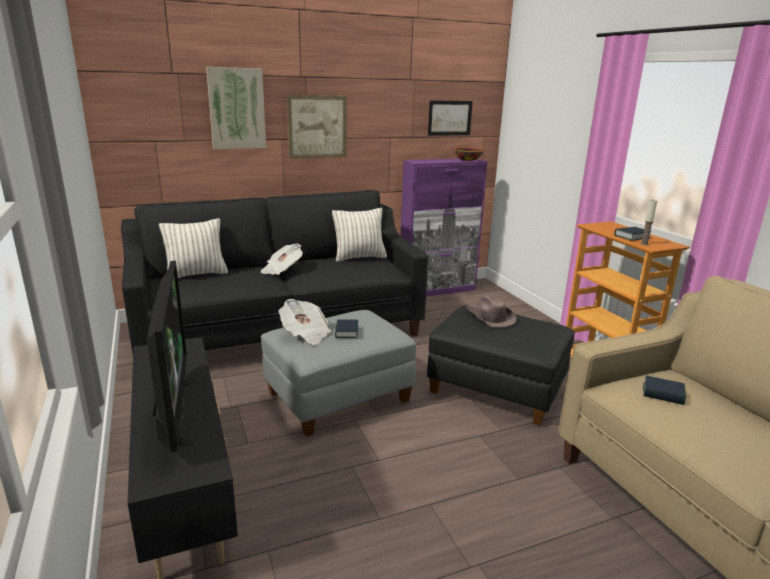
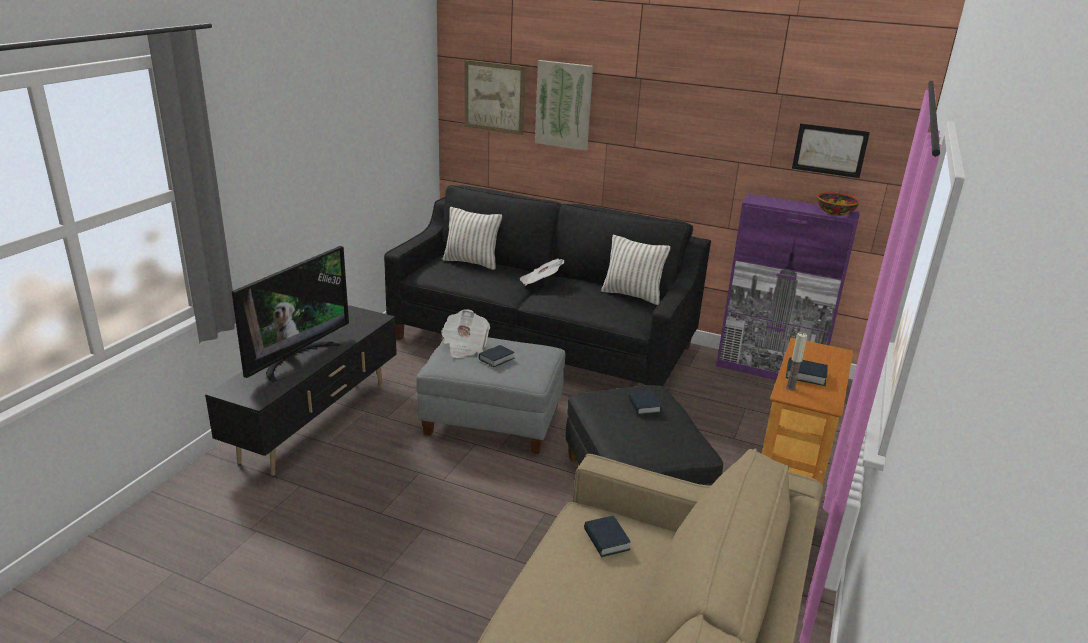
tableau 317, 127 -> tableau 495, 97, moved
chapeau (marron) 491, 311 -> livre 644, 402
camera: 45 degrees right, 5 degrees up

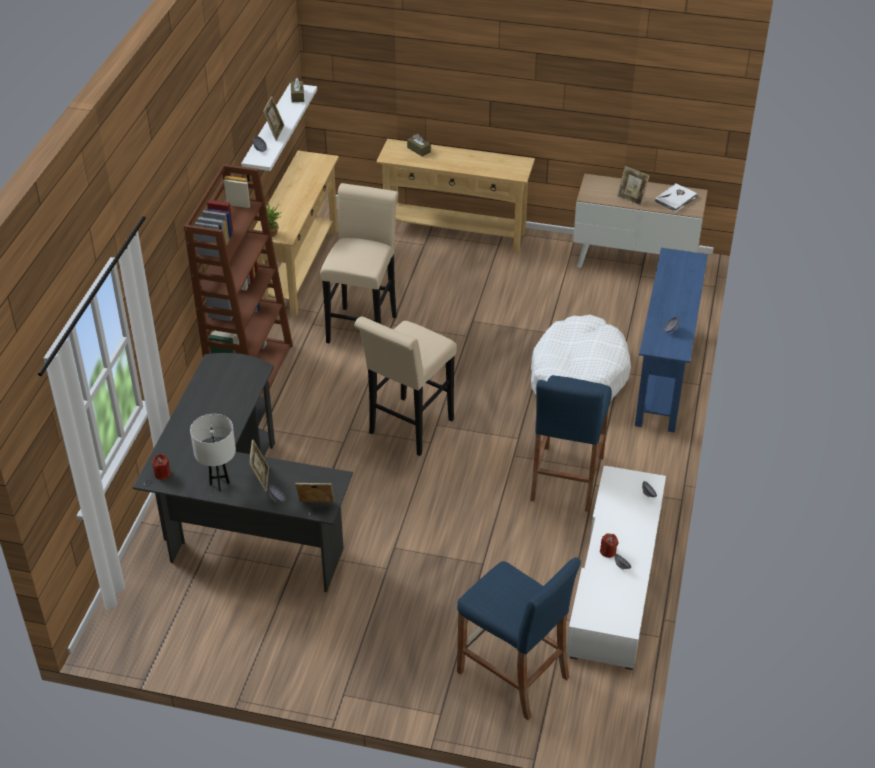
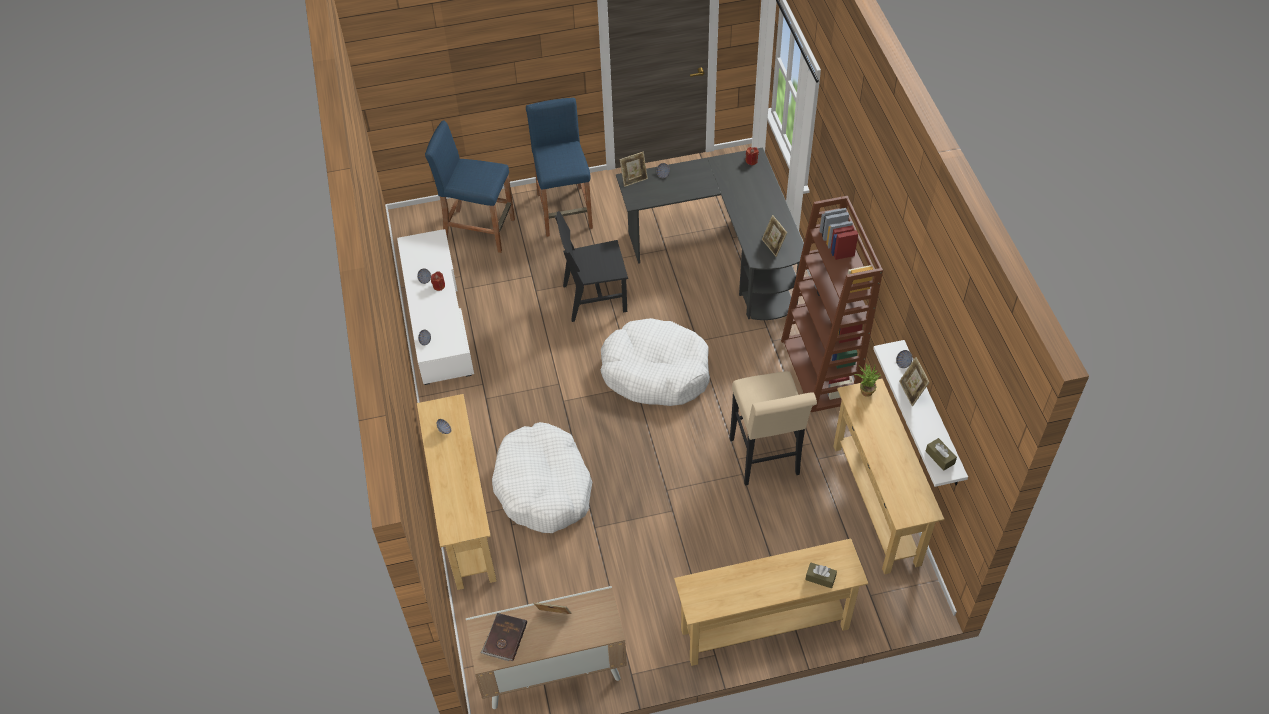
livre (blanc) 676, 198 -> livre (marron) 504, 637
table console (bleu) 671, 340 -> table console (beige) 457, 492
tabouret (beige) 405, 386 -> panier pour chien (blanc) 655, 362
tabouret (bleu) 571, 443 -> tabouret (bleu) 559, 167, moved
lampe de table (blanc) 213, 452 -> none
cadre photo 259, 465 -> cadre photo 774, 236, moved
none -> chaise (noir) 591, 266
camera: 155 degrees right, 10 degrees up

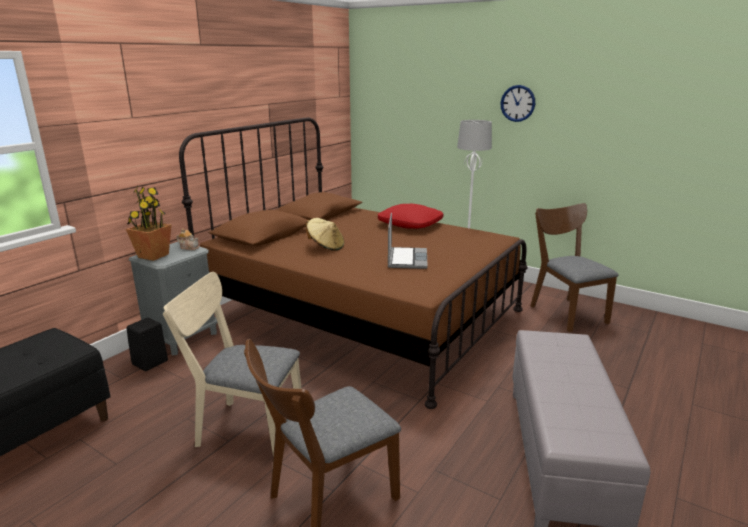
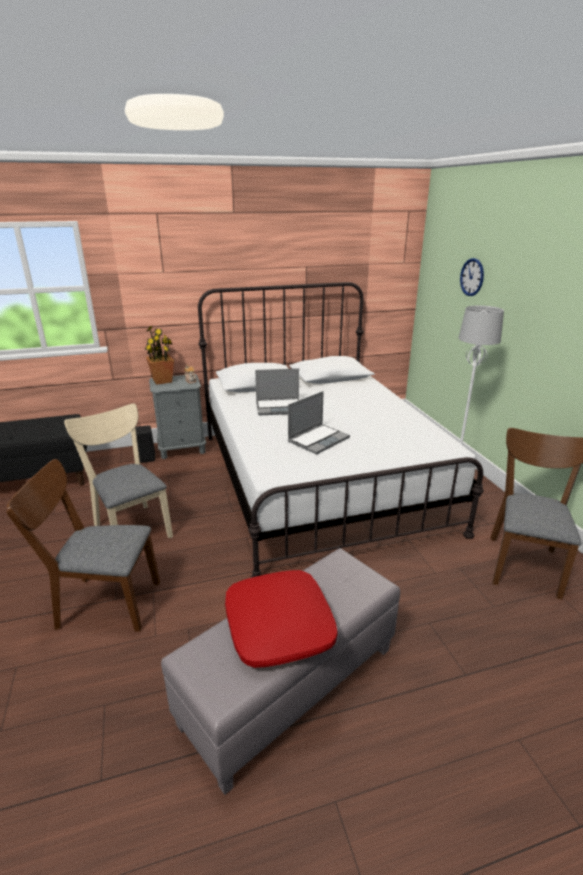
horloge murale 518, 103 -> horloge murale 472, 277, moved
lit (marron) 353, 263 -> lit (blanc) 341, 430
coussin (rouge) 410, 216 -> coussin (rouge) 281, 619, moved
chapeau (beige) 325, 234 -> ordinateur portable 277, 391
camera: 40 degrees right, 5 degrees up

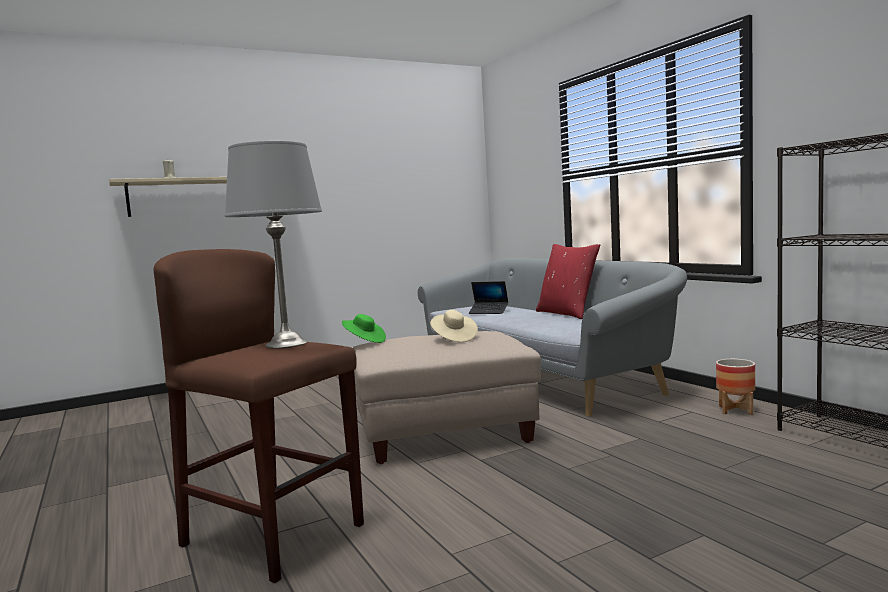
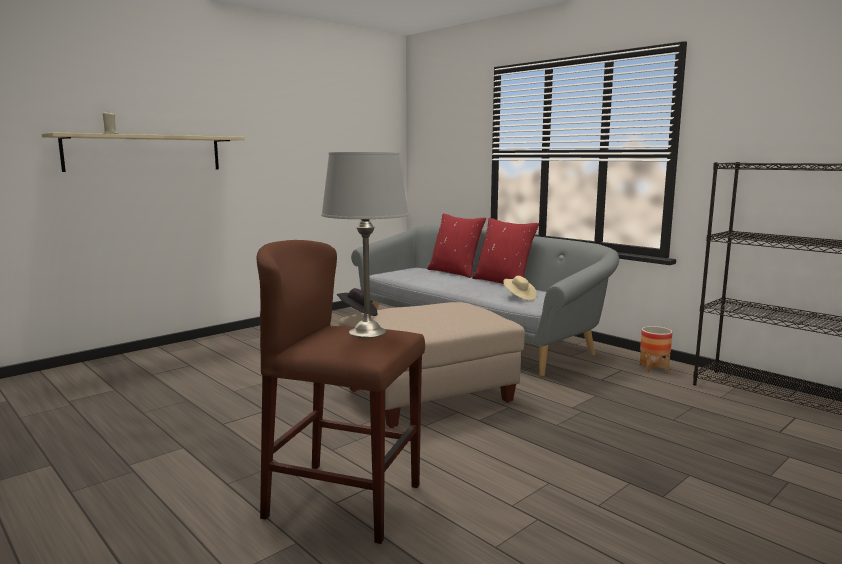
ordinateur portable 488, 297 -> none
chapeau (beige) 454, 326 -> chapeau (beige) 520, 288, moved
chapeau (vert) 364, 328 -> chapeau (noir) 357, 302
none -> coussin (rouge) 456, 245
camera: 15 degrees left, 5 degrees up

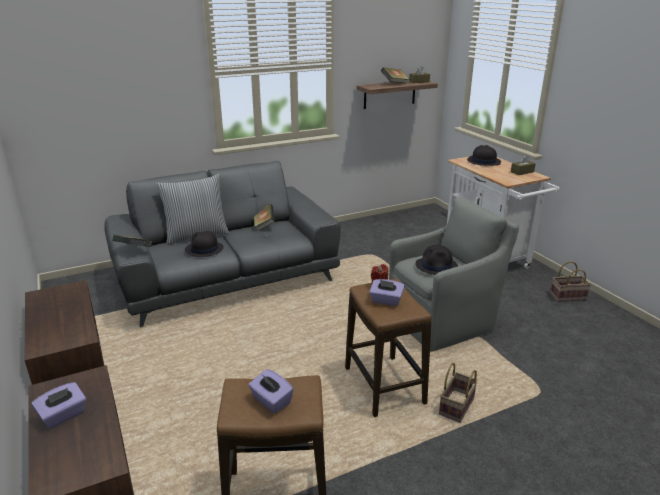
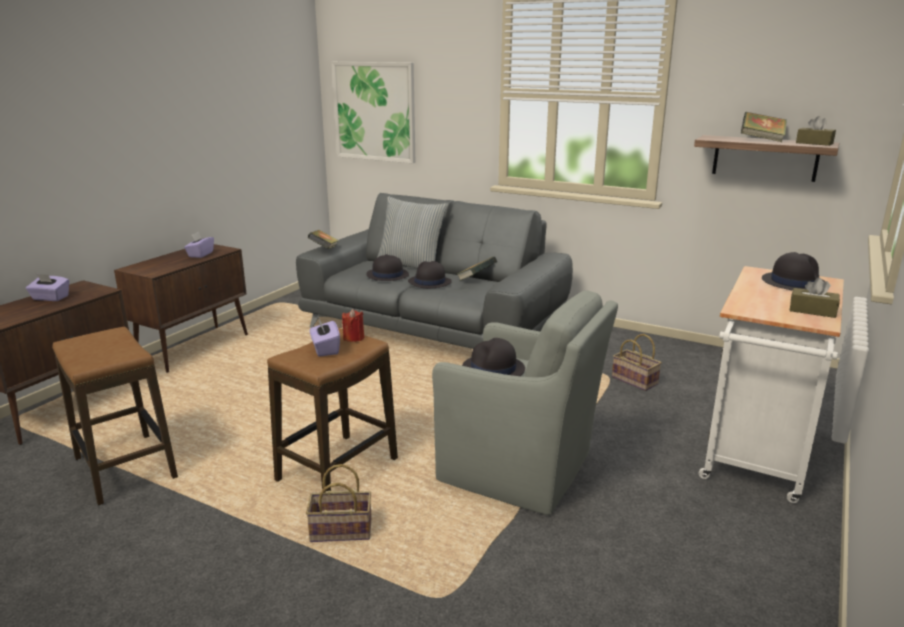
panier 570, 281 -> panier 637, 362, moved
boîte à mouchoirs (violet) 271, 391 -> boîte à mouchoirs (violet) 199, 245, moved
none -> tableau 374, 112
none -> chapeau (noir) 430, 274
camera: 55 degrees right, 5 degrees down

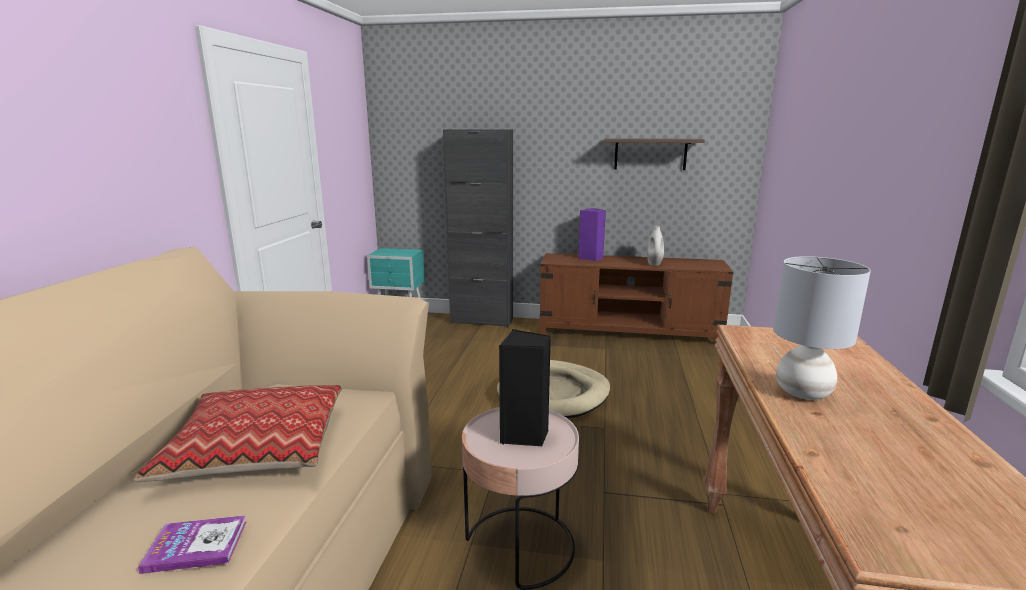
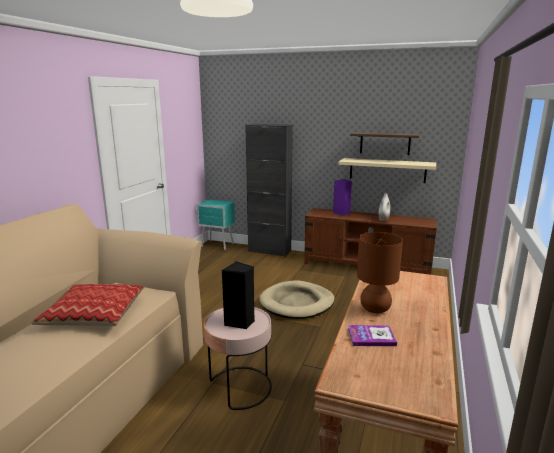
lampe de table (gris) 822, 328 -> lampe de table (marron) 380, 272
livre 192, 544 -> livre 372, 335, moved
none -> étagère (beige) 387, 170
camera: 10 degrees right, 0 degrees up

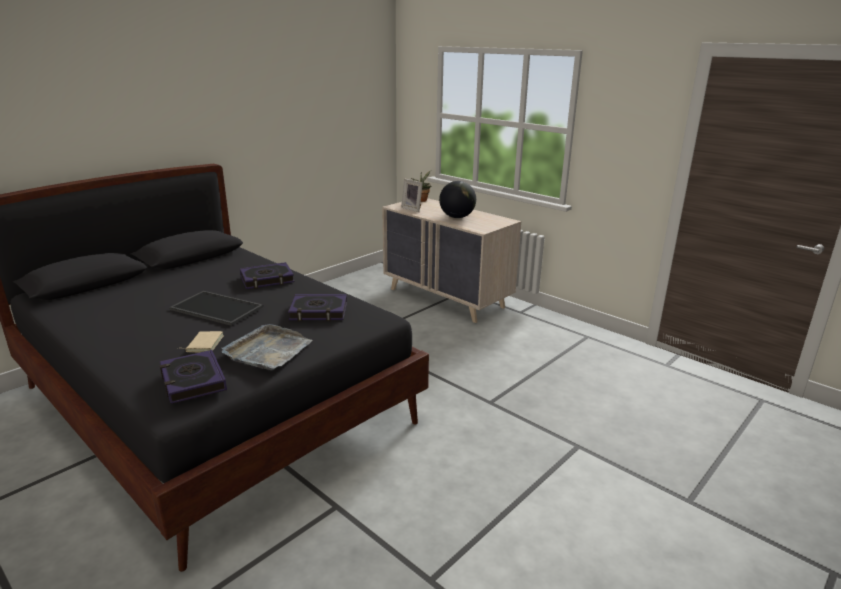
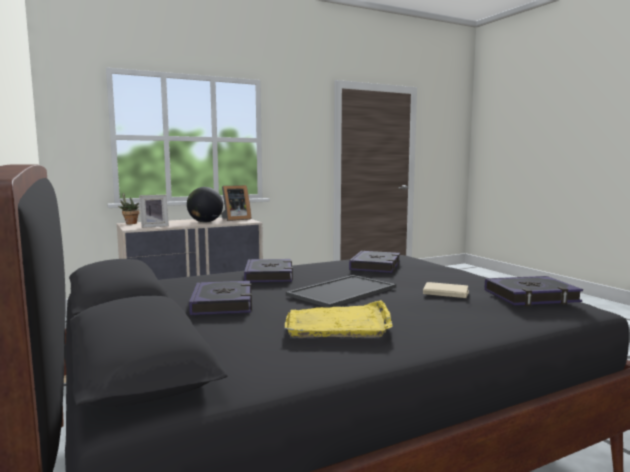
plateau (gris) 267, 347 -> none
none -> cadre photo 236, 203
none -> livre 220, 298
none -> plateau (jaune) 339, 319
camera: 70 degrees left, 15 degrees down

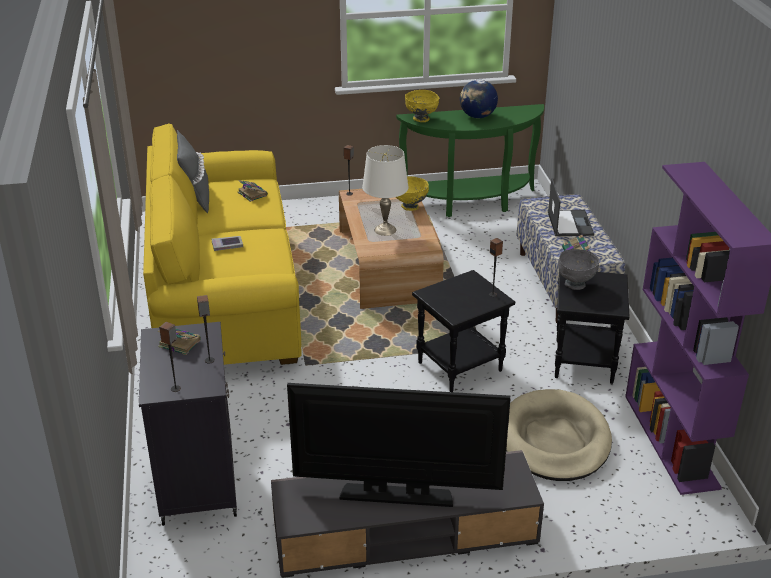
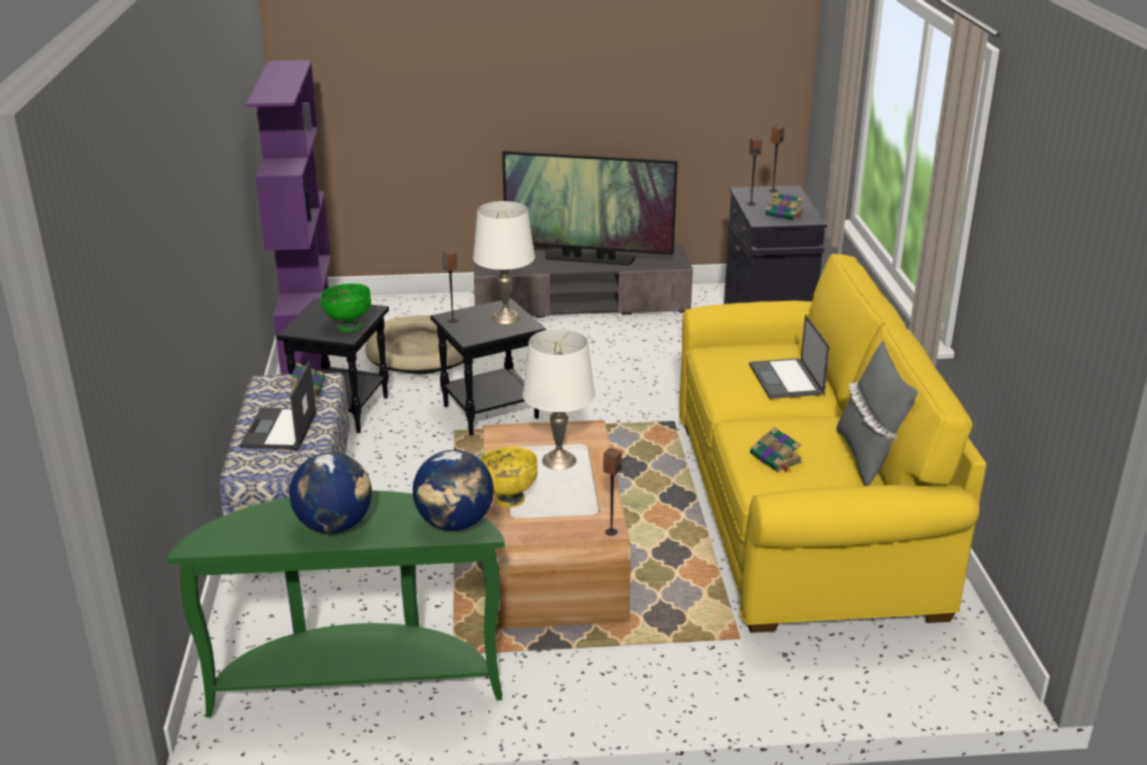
bol (jaune) 422, 106 -> globe 453, 490
livre 227, 243 -> ordinateur portable 789, 357
bol (gris) 579, 269 -> bol (vert) 345, 307
none -> lampe de table (blanc) 504, 262
camera: 175 degrees left, 5 degrees down

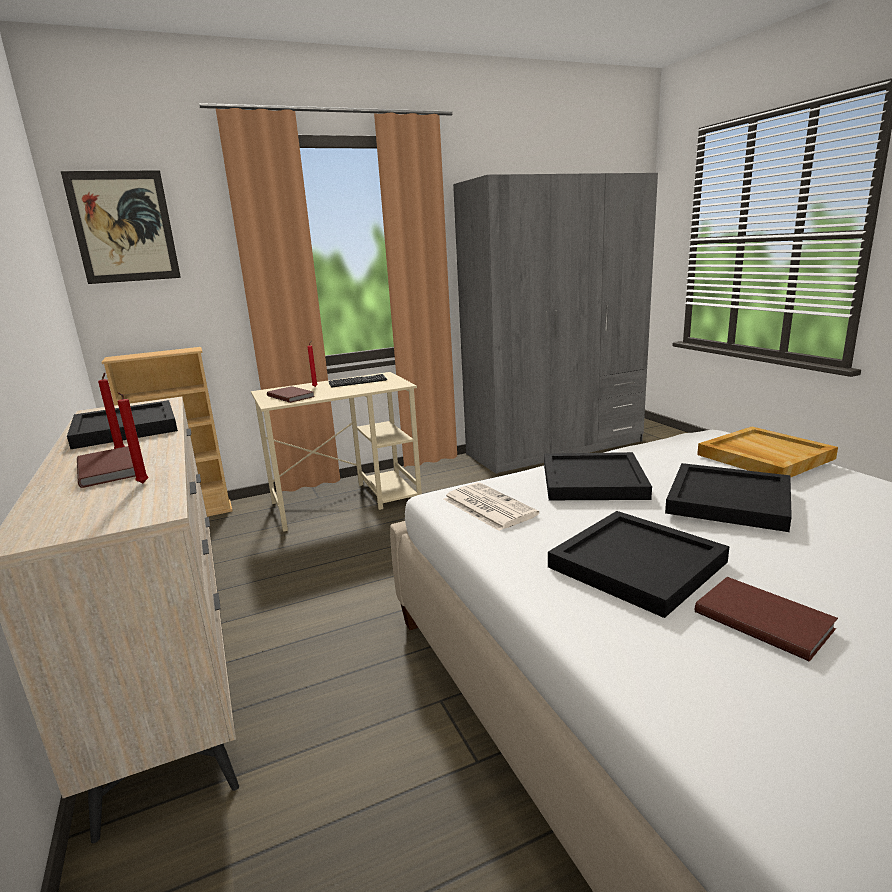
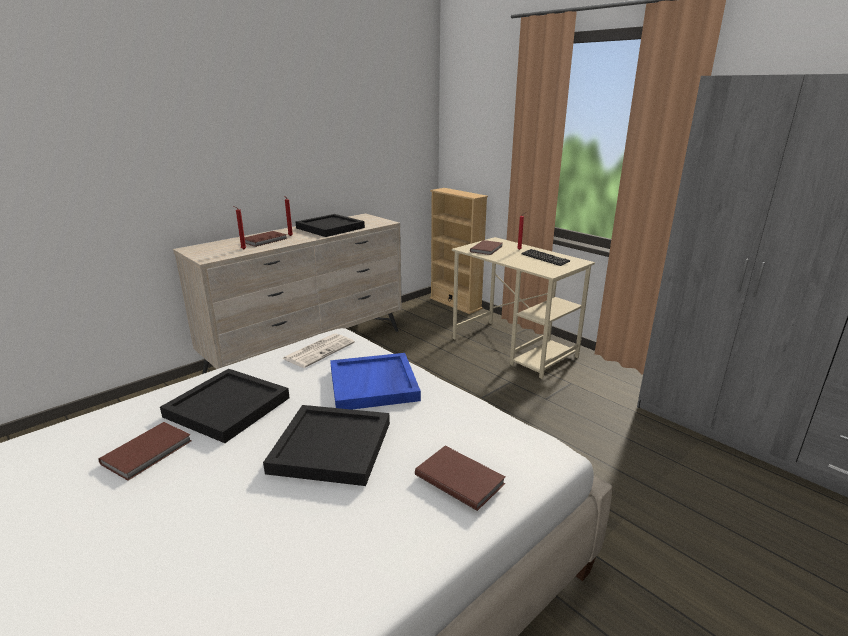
tableau 121, 227 -> none
plateau (beige) 767, 452 -> livre (marron) 460, 478
plateau (noir) 598, 476 -> plateau (bleu) 375, 381
camera: 70 degrees right, 5 degrees up

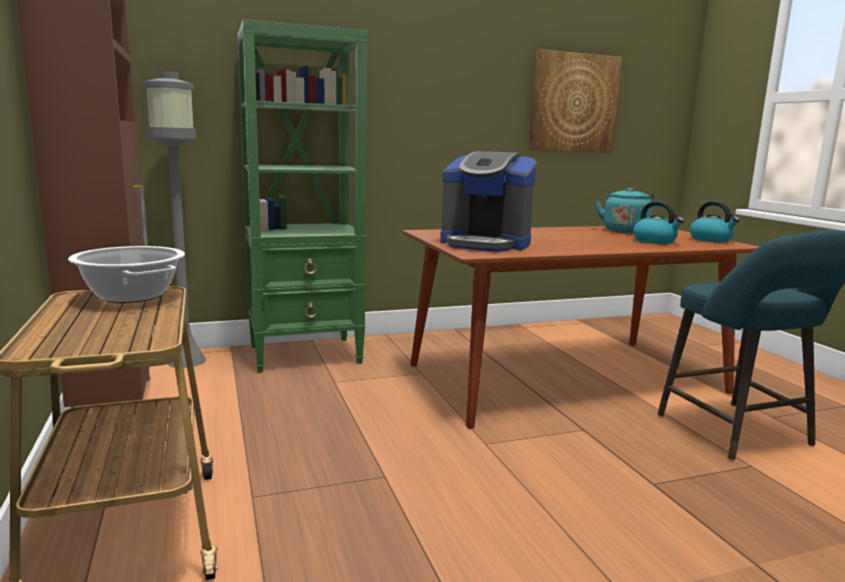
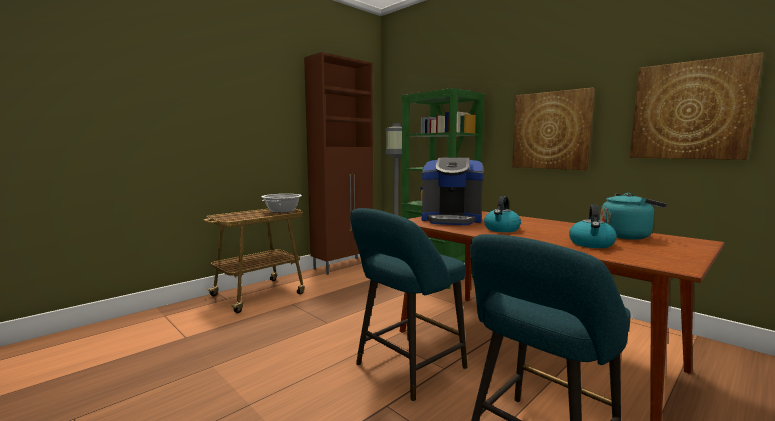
machine à café 488, 201 -> machine à café 453, 191, 75 degrees counterclockwise
bouilloire 715, 221 -> bouilloire 502, 214, moved
none -> tableau 553, 129
none -> tabouret (turquoise) 408, 305
camera: 65 degrees right, 5 degrees down

